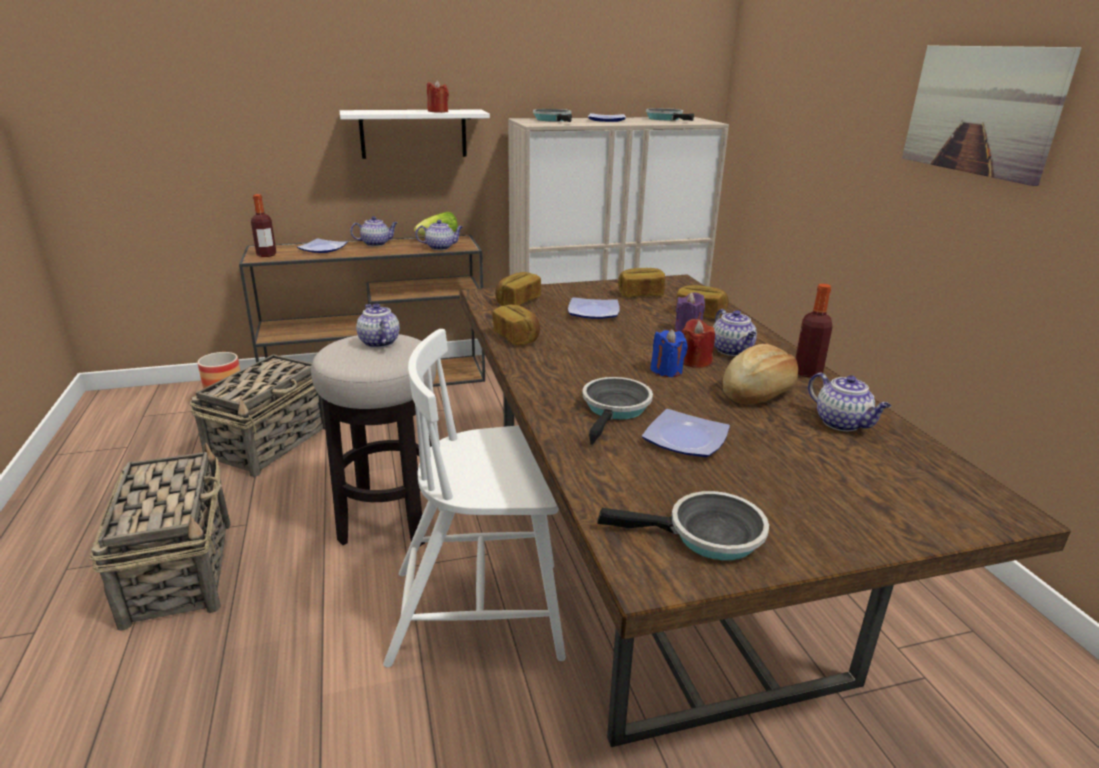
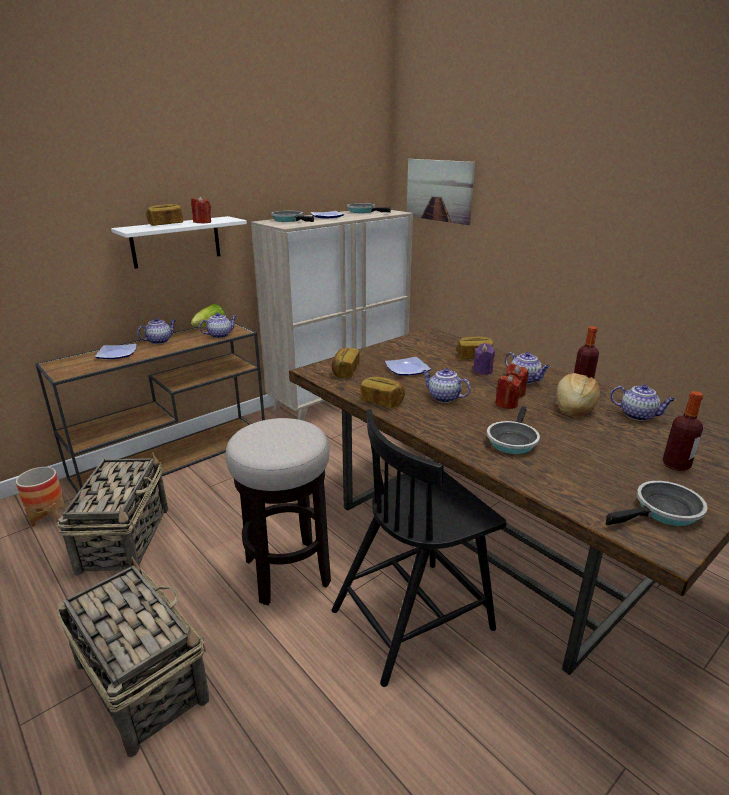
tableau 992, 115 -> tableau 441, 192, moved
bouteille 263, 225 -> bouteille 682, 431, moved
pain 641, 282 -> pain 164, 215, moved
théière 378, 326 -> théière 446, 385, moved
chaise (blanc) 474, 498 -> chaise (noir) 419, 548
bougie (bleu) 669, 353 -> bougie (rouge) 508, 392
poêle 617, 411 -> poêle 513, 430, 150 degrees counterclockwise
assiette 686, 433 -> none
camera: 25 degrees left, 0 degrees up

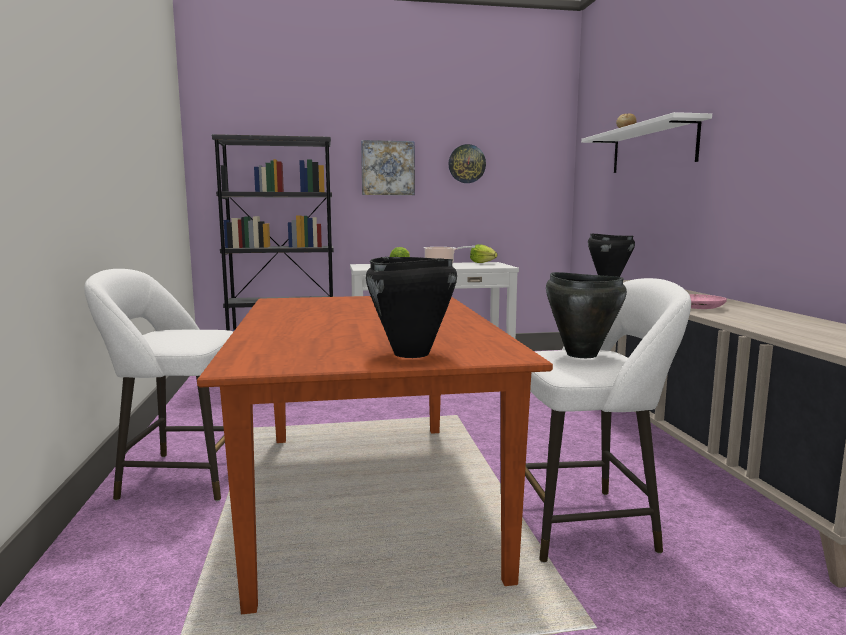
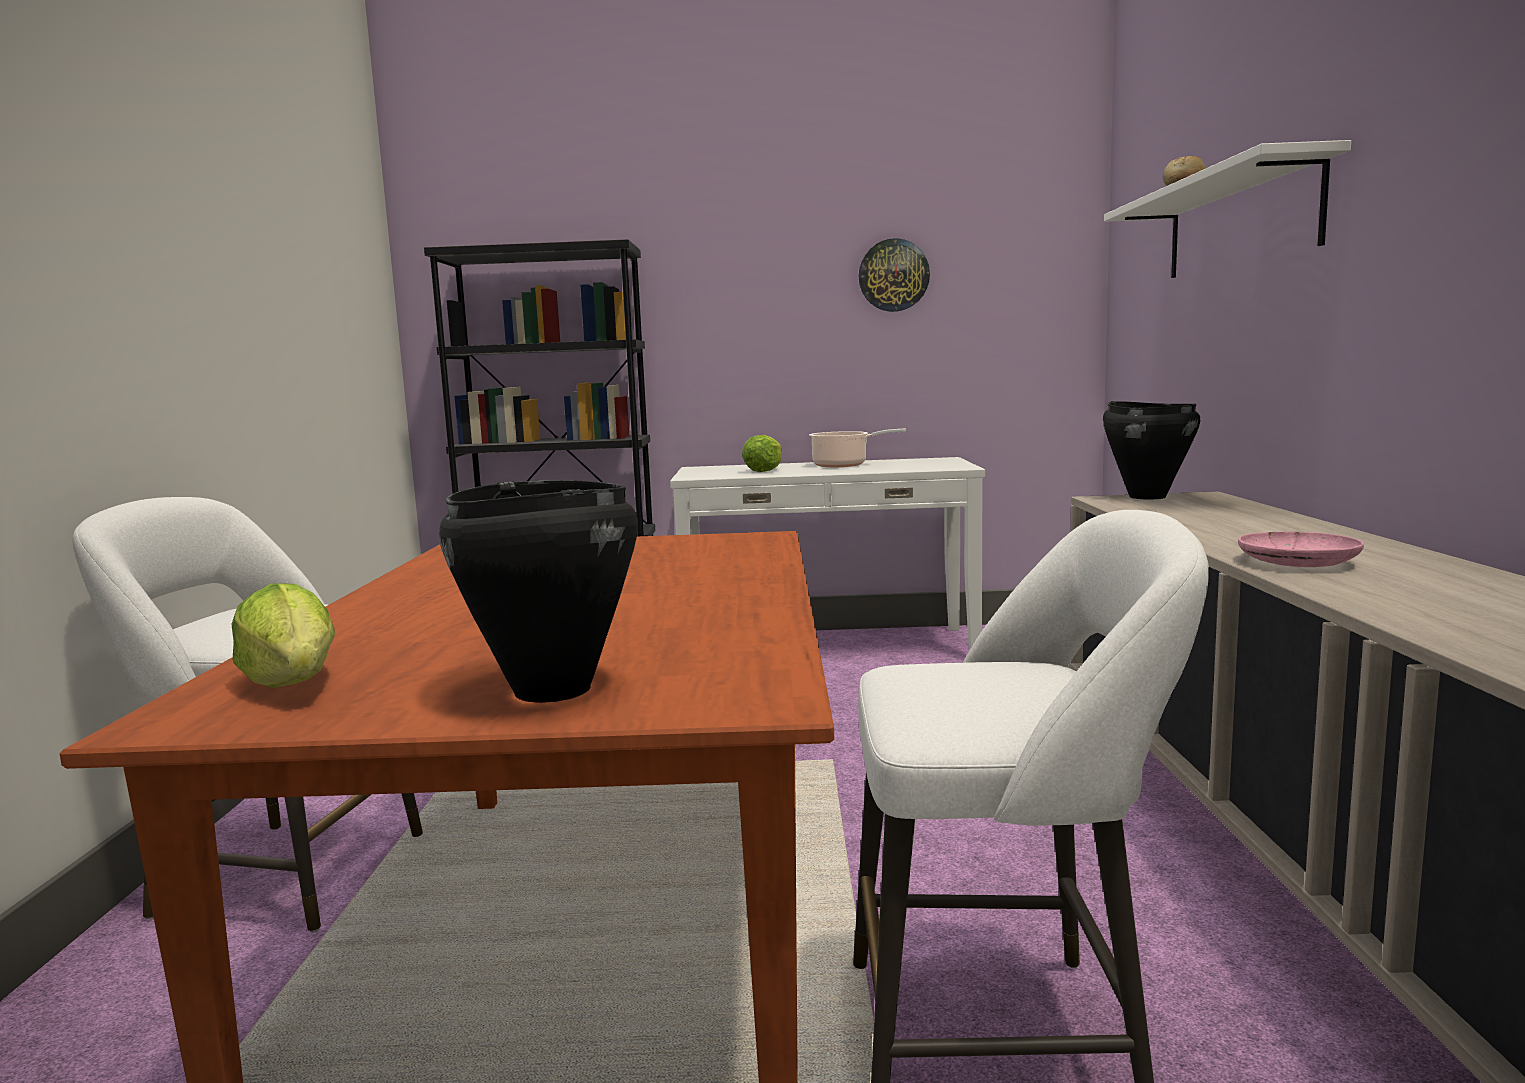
tableau 388, 167 -> none
laitue 484, 253 -> laitue 283, 635, moved
marmite (noir) 586, 315 -> none
camera: 10 degrees right, 0 degrees up

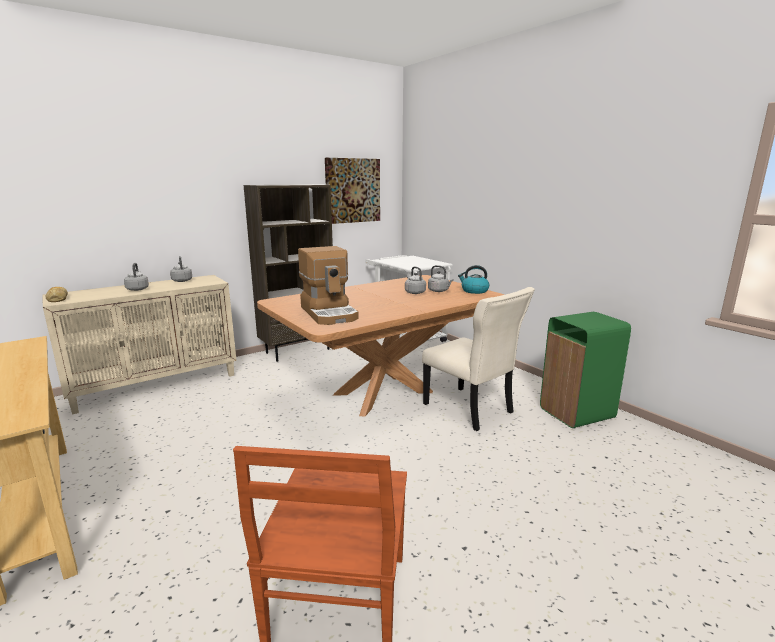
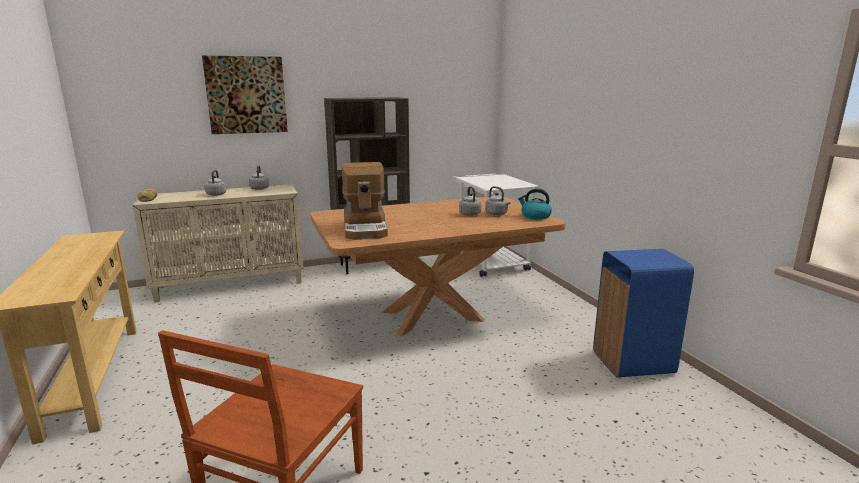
tableau 352, 191 -> tableau 245, 94, moved
chaise (beige) 478, 359 -> none
poubelle (vert) 585, 370 -> poubelle (bleu) 643, 313
camera: 15 degrees right, 0 degrees up

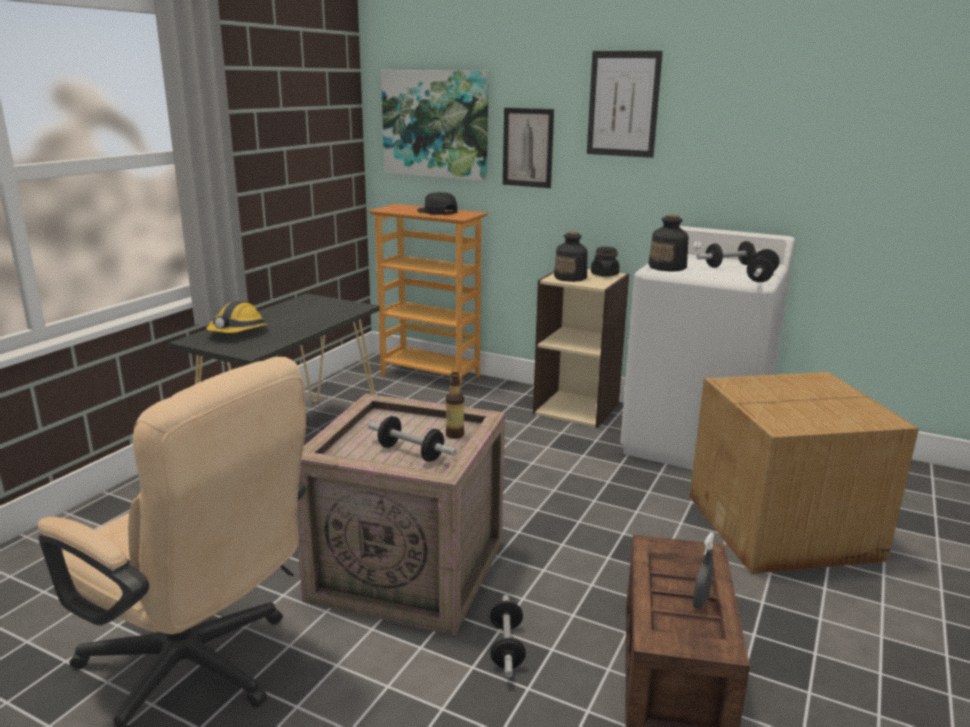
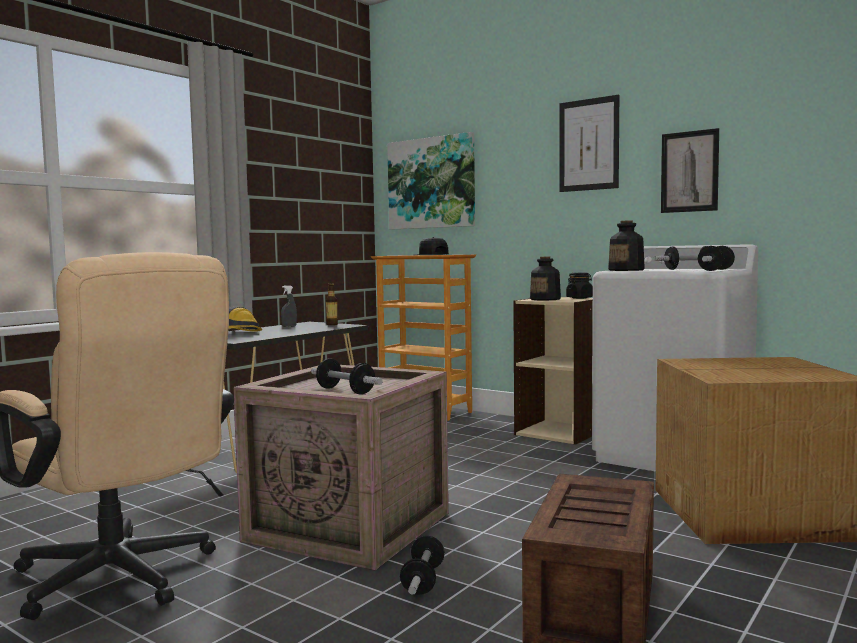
tableau 528, 148 -> tableau 690, 170, moved
bouteille 455, 405 -> bouteille 332, 304, moved
vaporisateur (gris) 704, 571 -> vaporisateur (gris) 289, 306, moved
camera: 10 degrees right, 15 degrees down

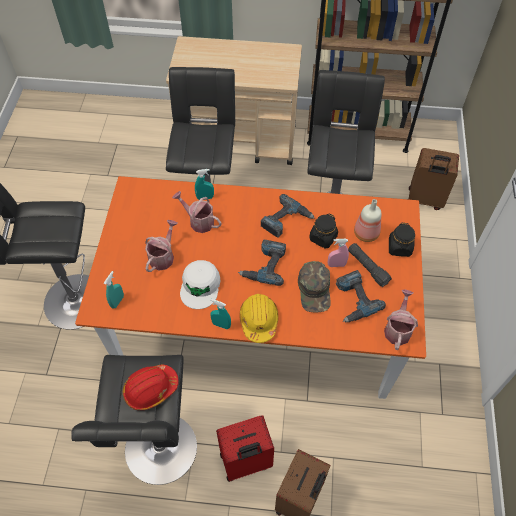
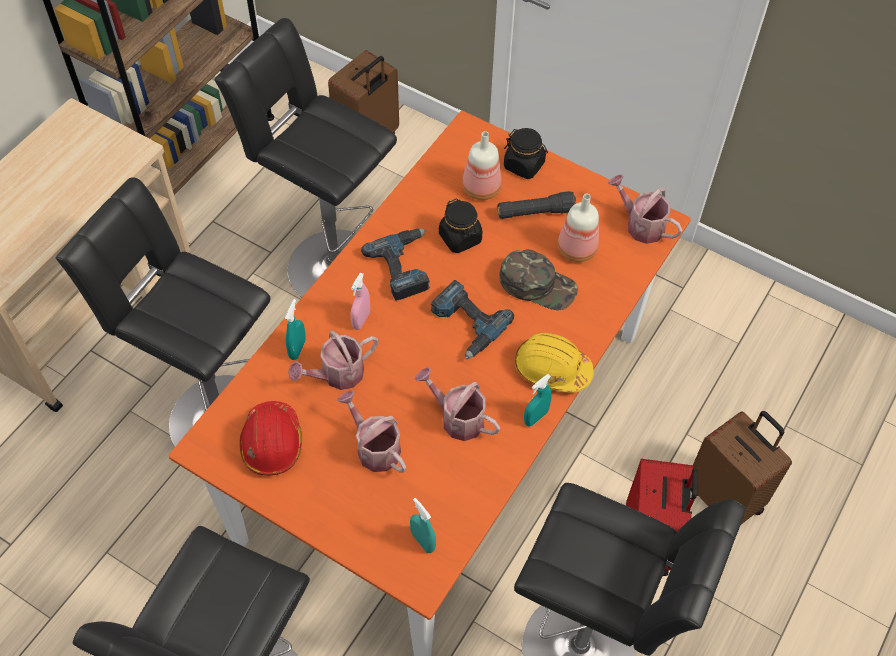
vaporisateur (rose) 338, 253 -> vaporisateur (rose) 360, 301, moved
casquette (blanc) 200, 284 -> arrosoir 457, 404
perceuse 361, 296 -> bouteille 578, 228
casque de chantier (rouge) 151, 387 -> casque de chantier (rouge) 270, 438, moved
camera: 65 degrees left, 0 degrees up

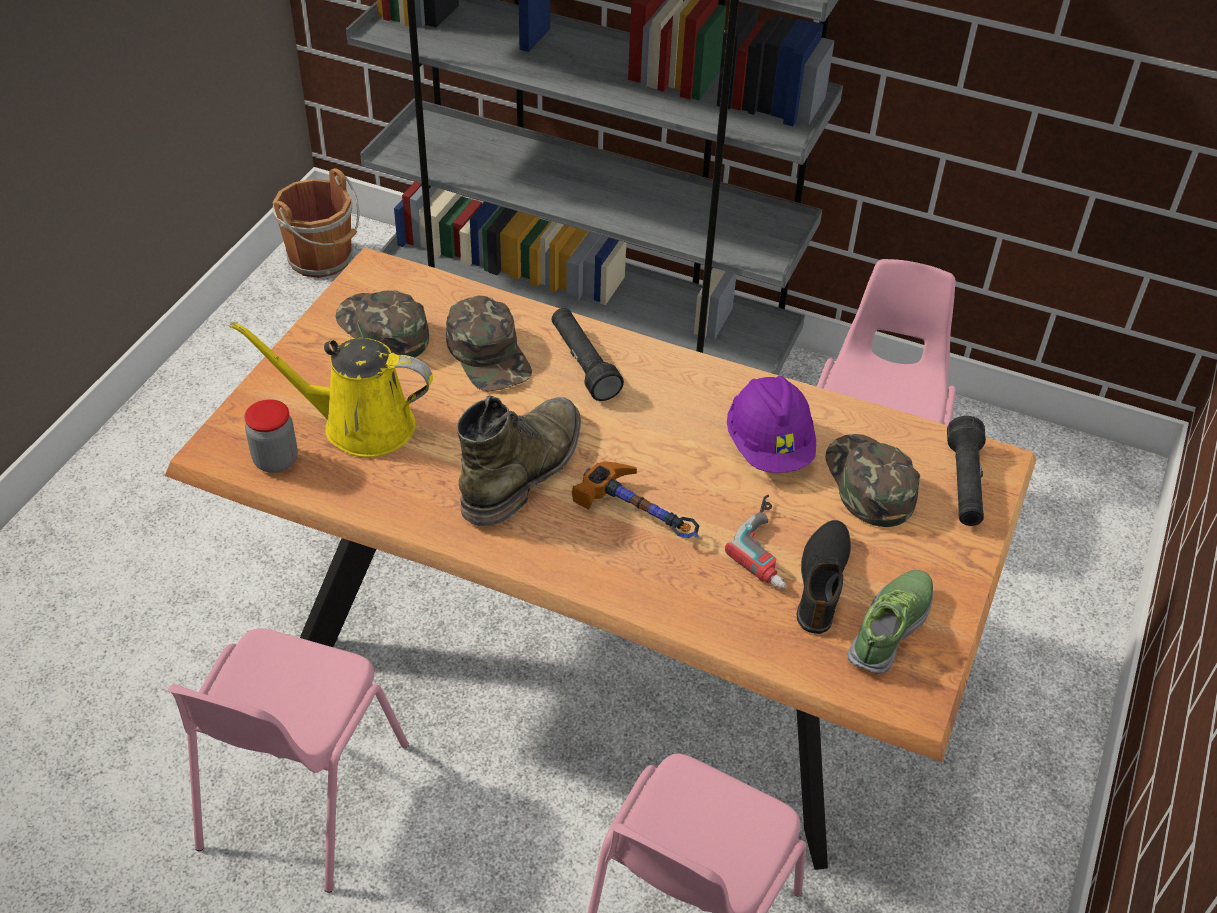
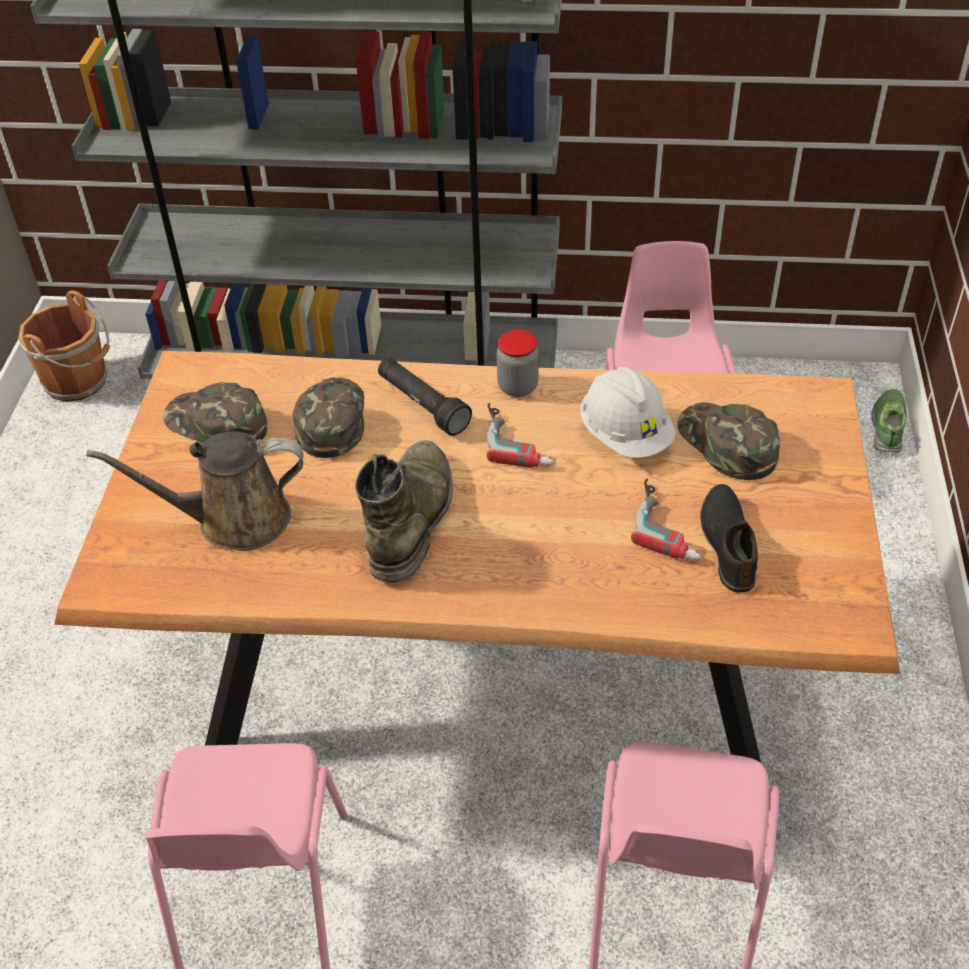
casquette (vert) 489, 344 -> casquette (vert) 328, 417, 135 degrees counterclockwise
arrosoir (jaune) 331, 389 -> arrosoir (marron) 194, 491
casque de chantier (violet) 771, 424 -> casque de chantier (blanc) 628, 412
bocal 271, 436 -> bocal 518, 363, moved
lampe de poche (noir) 966, 471 -> none
marteau 635, 499 -> none
chaussure 890, 622 -> chaussure 889, 421, moved
none -> perceuse 520, 435
camera: 15 degrees left, 0 degrees up

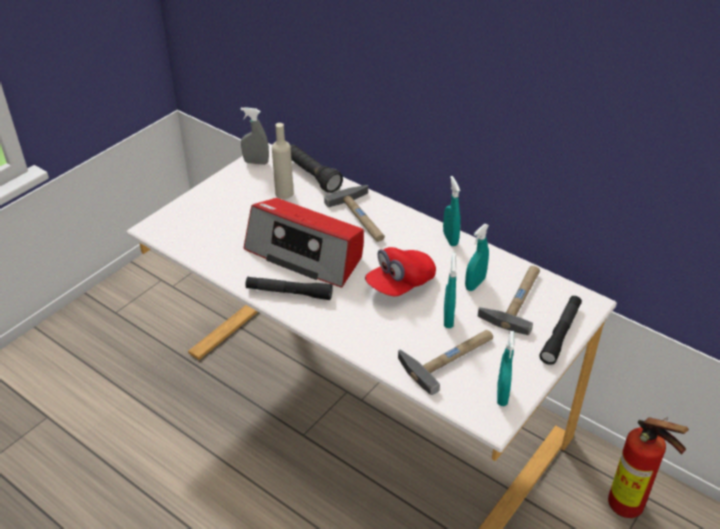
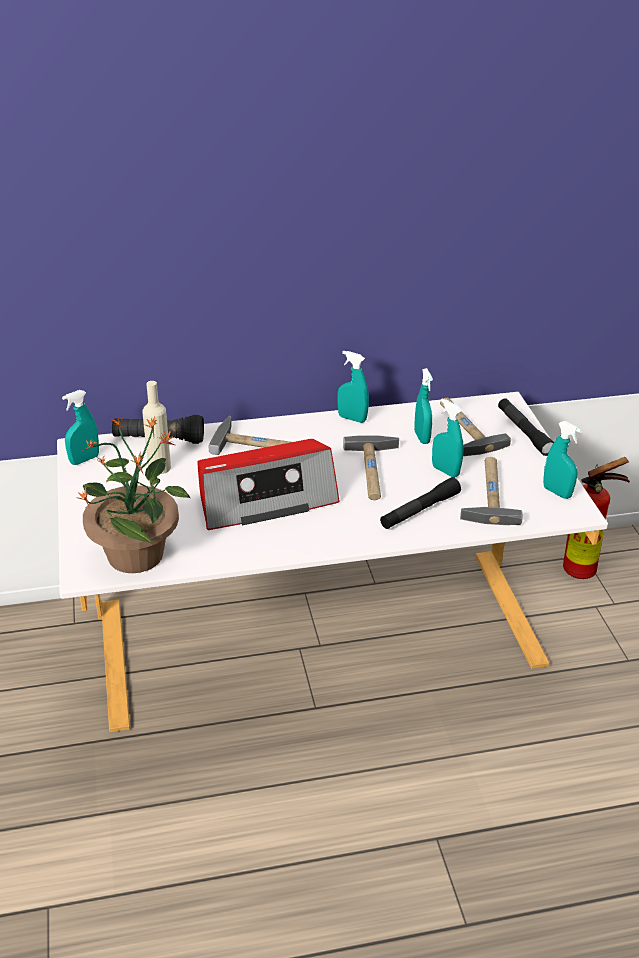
vaporisateur (gris) 255, 136 -> vaporisateur (turquoise) 80, 427
casquette (rouge) 400, 271 -> marteau 371, 467
lampe de poche (noir) 289, 288 -> lampe de poche (noir) 420, 503, moved
none -> plante en pot 134, 495
camera: 50 degrees left, 5 degrees down

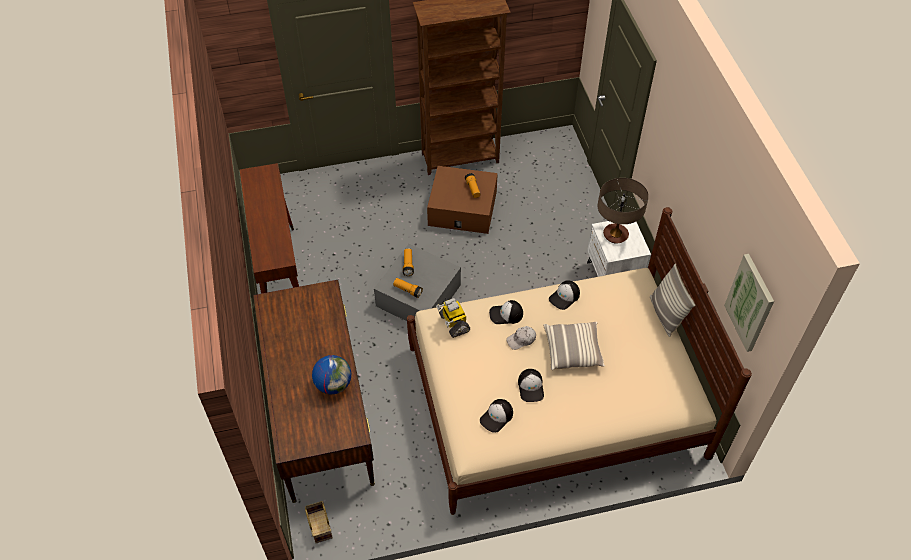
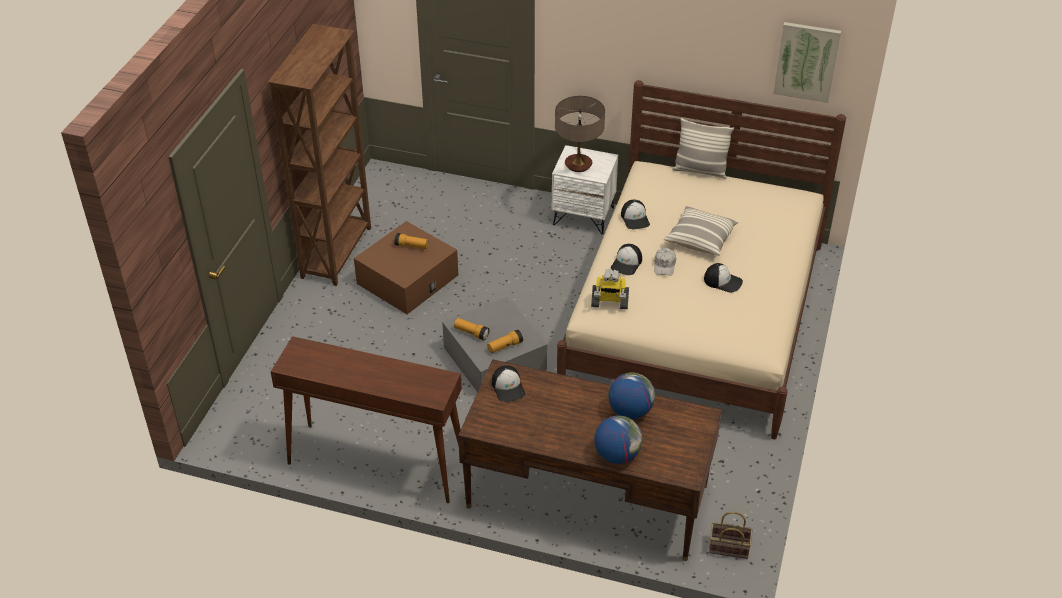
casquette 496, 416 -> casquette 508, 383, moved
none -> globe 618, 439
camera: 60 degrees left, 10 degrees down

